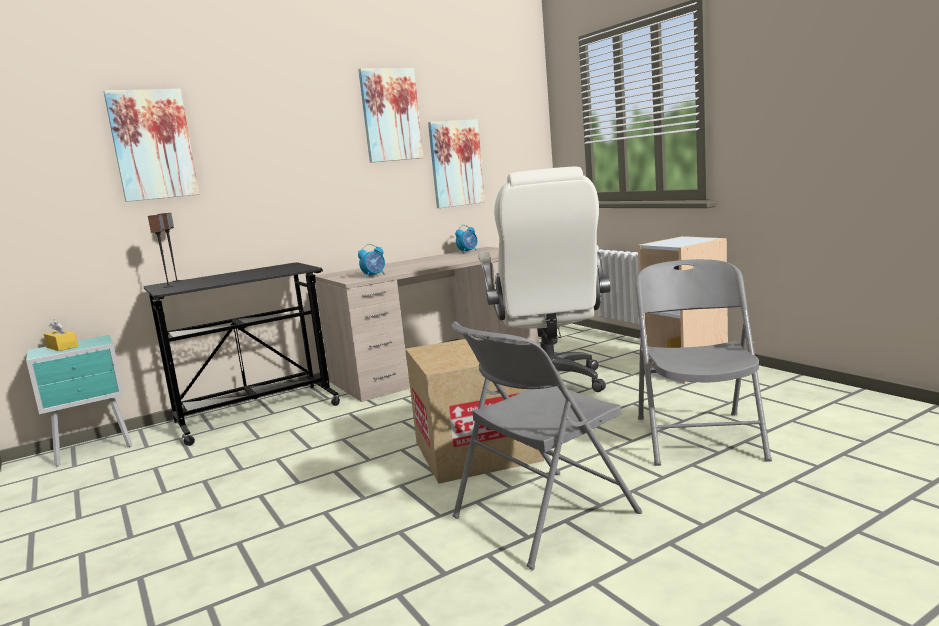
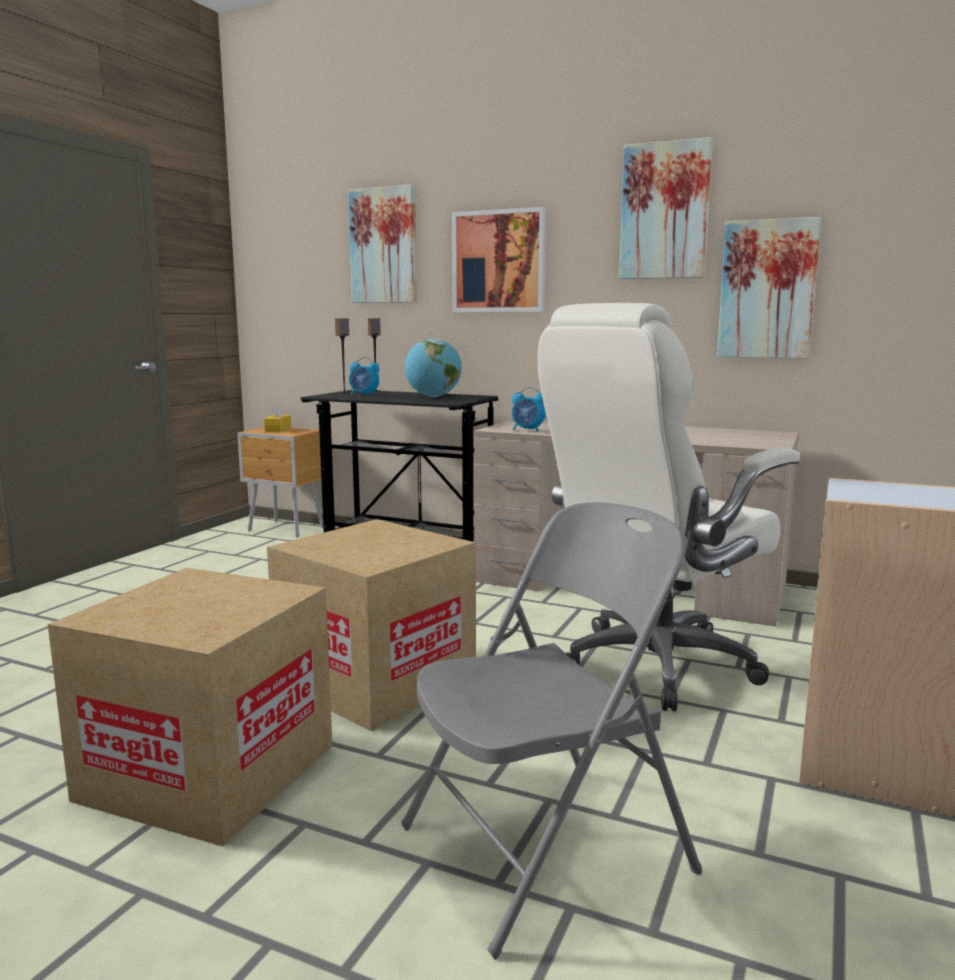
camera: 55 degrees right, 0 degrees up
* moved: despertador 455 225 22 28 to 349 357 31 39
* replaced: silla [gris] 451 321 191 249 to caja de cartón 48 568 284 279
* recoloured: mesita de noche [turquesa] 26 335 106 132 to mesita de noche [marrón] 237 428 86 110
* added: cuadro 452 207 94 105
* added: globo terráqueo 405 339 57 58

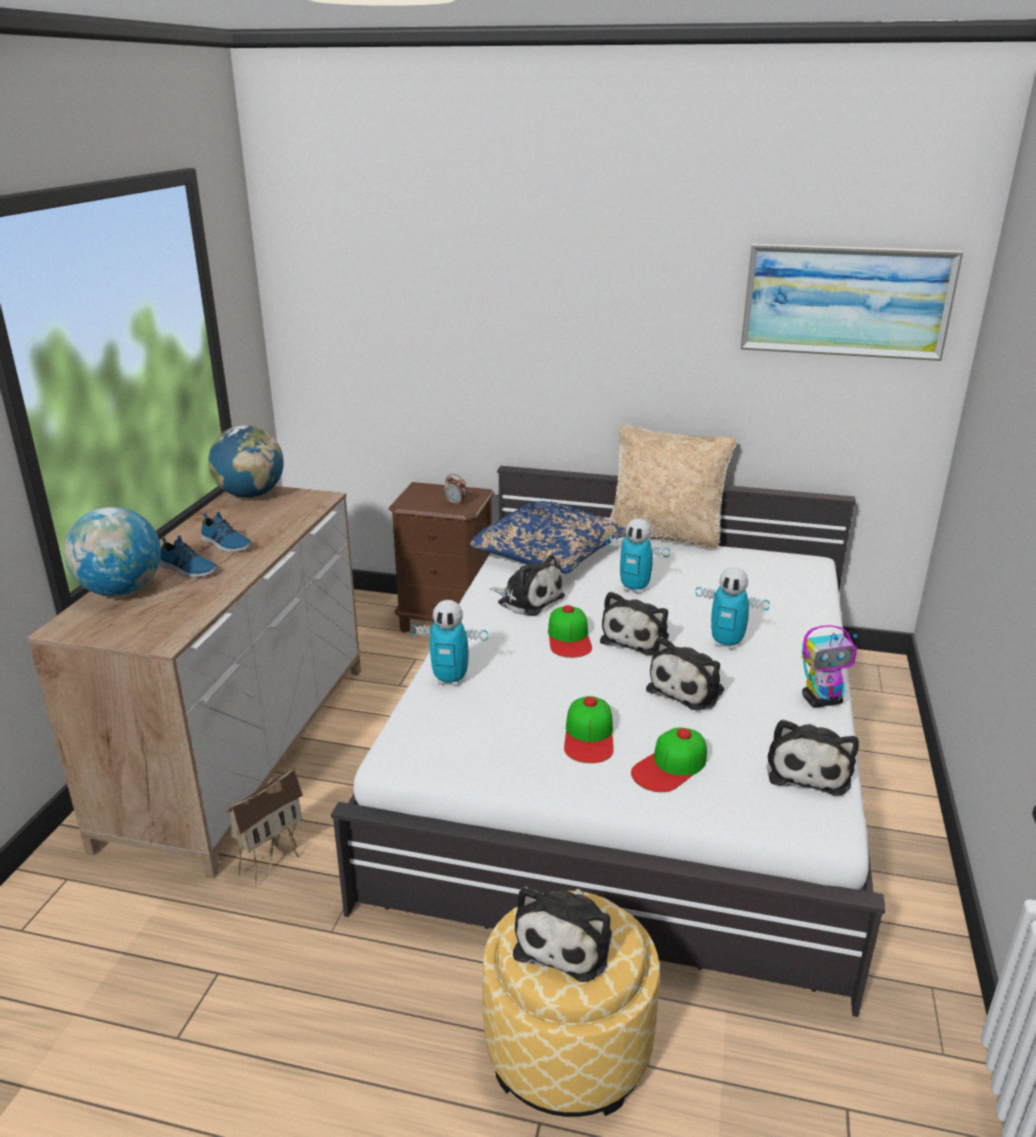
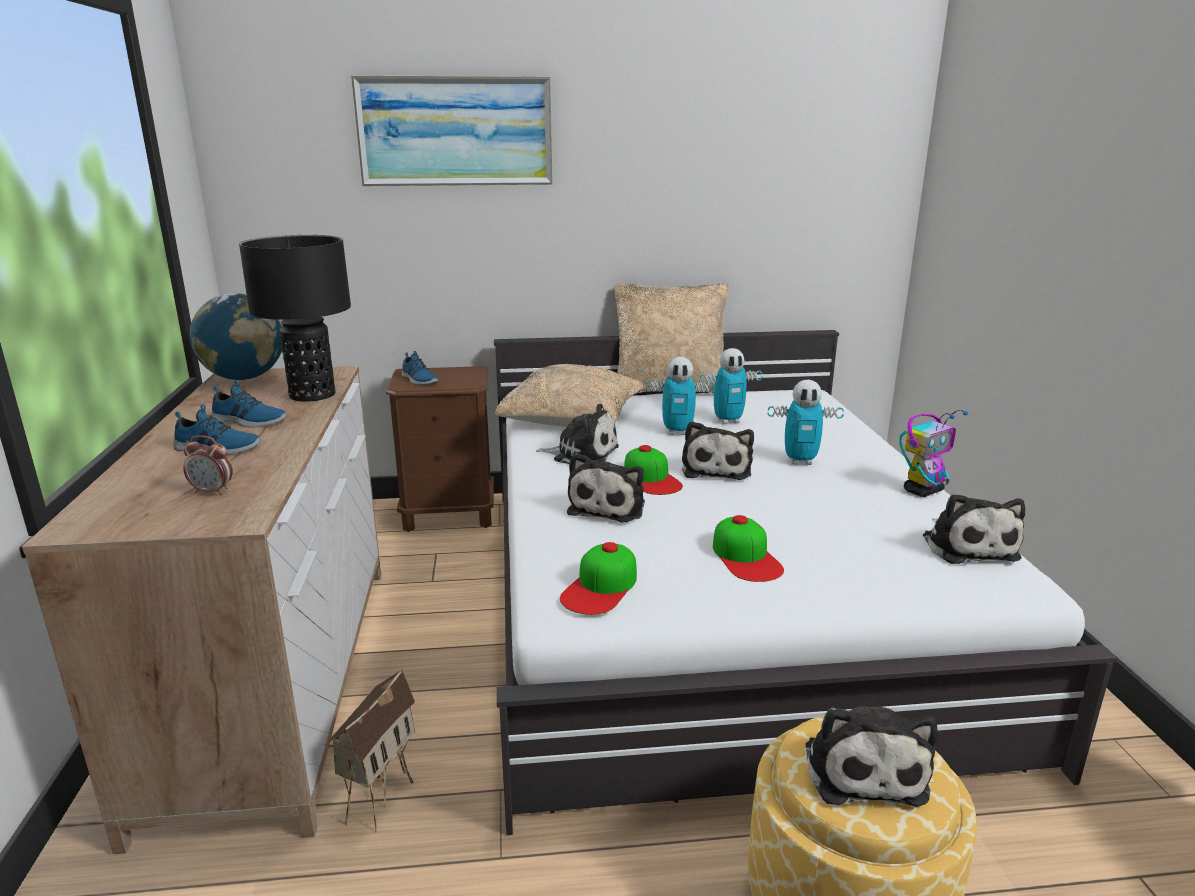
camera: 20 degrees left, 5 degrees down
* moved: cuadro 740 244 223 117 to 351 76 202 110
* moved: despertador 444 474 23 32 to 183 435 50 60
* recoloured: cojín [azul] 470 501 156 73 to cojín [beis] 494 364 149 63
* removed: globo terráqueo 64 507 97 89
* moved: robot de juguete 410 600 78 86 to 699 348 63 76
* moved: peluche 646 637 78 74 to 567 453 78 69
* moved: gorra 631 728 76 64 to 560 542 77 73
* added: lámpara de mesa [negro] 239 235 112 167
* added: zapato 401 351 38 34

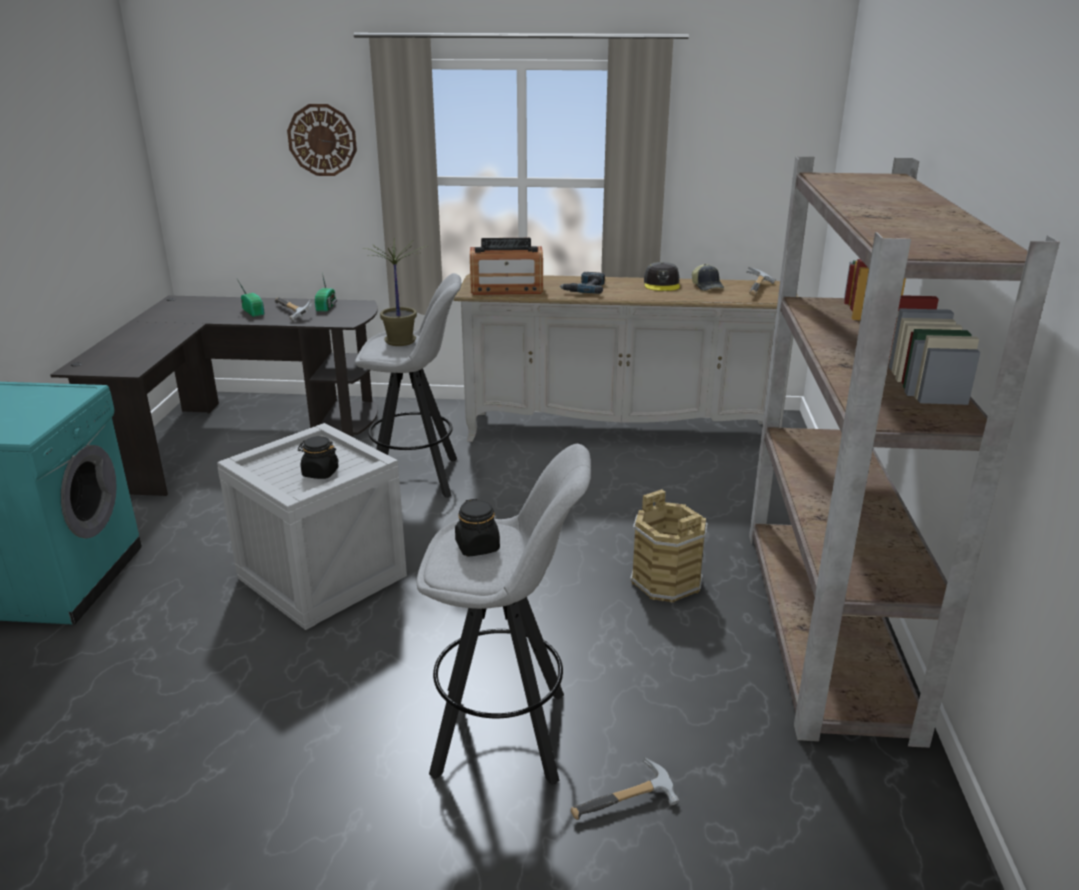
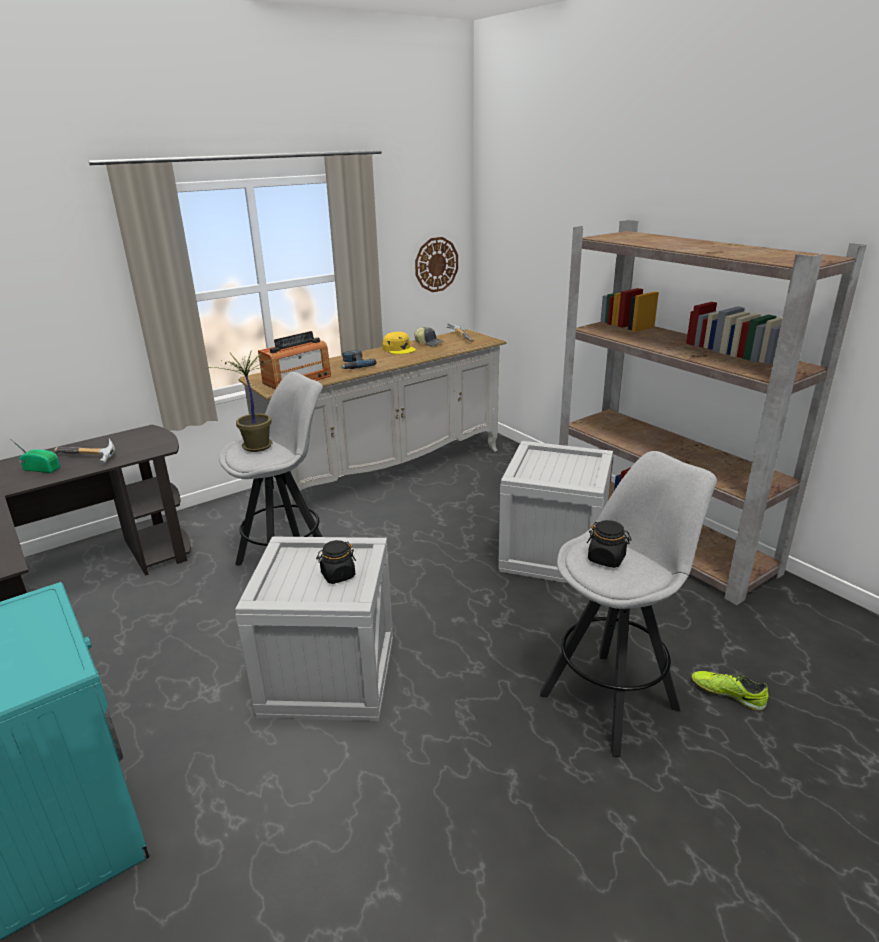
camera: 40 degrees left, 0 degrees up
* moved: reloj de pared 287 104 70 72 to 415 237 43 55
* recoloured: gorra [gris] 644 262 36 29 to gorra [amarillo] 383 332 33 22
* removed: radio 315 273 22 39
* replaced: cubo [marrón] 630 489 78 114 to caja de embalaje 498 441 115 142
* replaced: martillo 571 757 108 63 to zapato 691 671 77 40

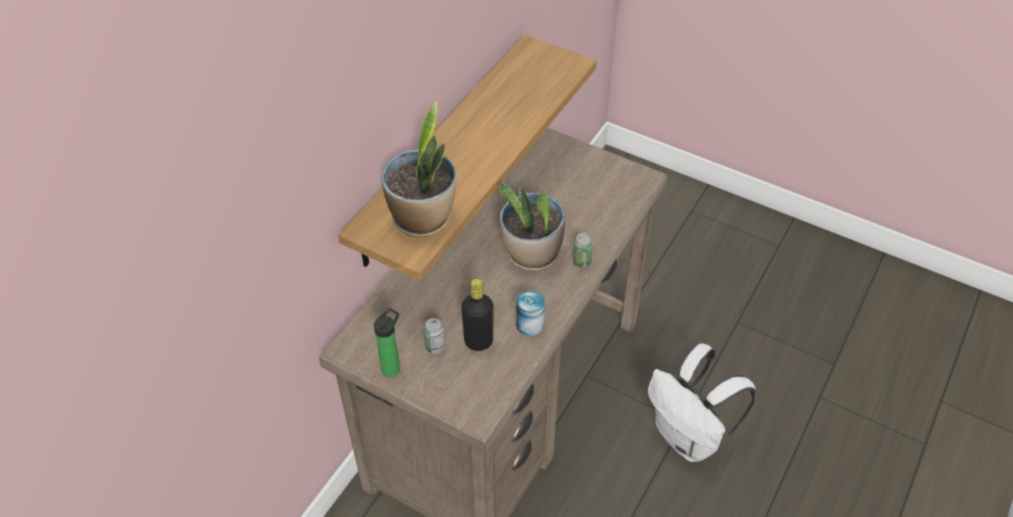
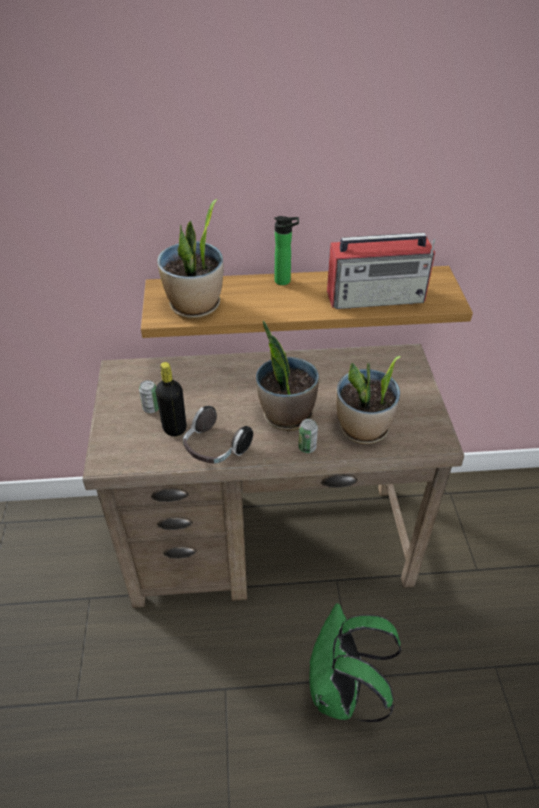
camera: 55 degrees right, 5 degrees down
* replaced: lata 516 290 29 46 to auriculares 183 406 70 58
* moved: botella 374 308 26 69 to 274 216 25 69
* recoloured: mochila [blanco] 648 343 108 119 to mochila [verde] 309 603 92 119
* added: radio 327 233 108 76
* added: planta en maceta 336 356 65 88

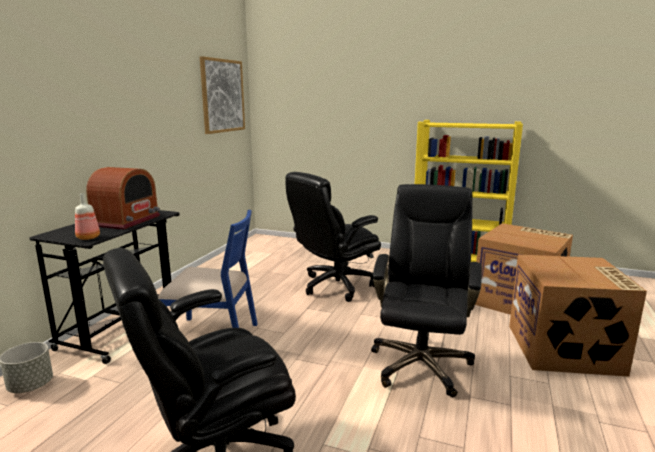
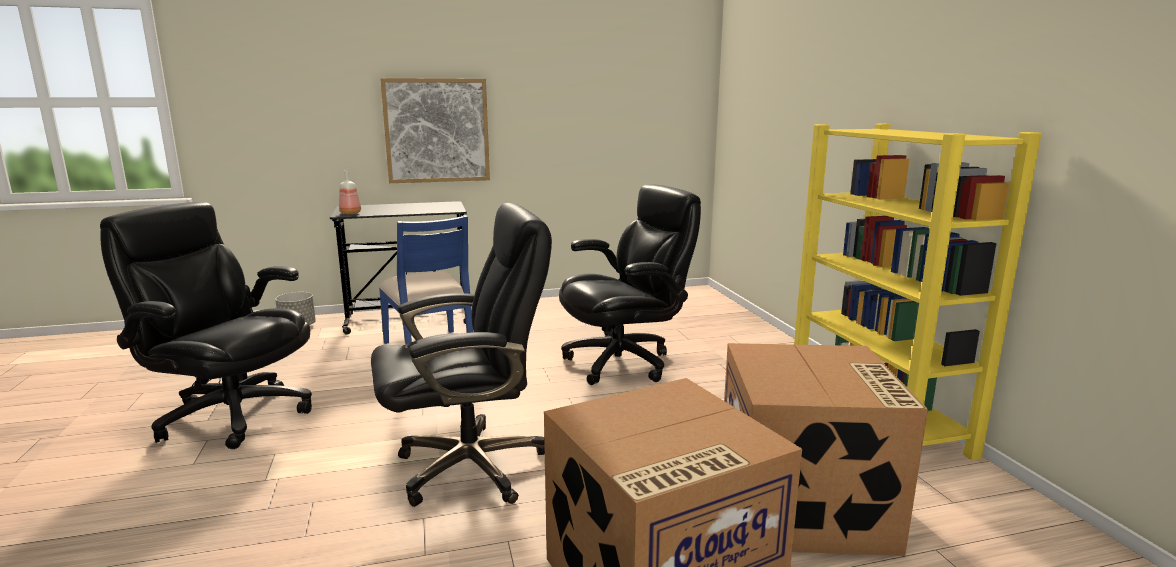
camera: 55 degrees right, 0 degrees up
* moved: cuadro 200 56 45 78 to 380 78 110 105
* removed: radio 86 167 74 62
* turned: silla de oficina [negro] 286 172 95 130 = 559 184 142 201 135 degrees clockwise

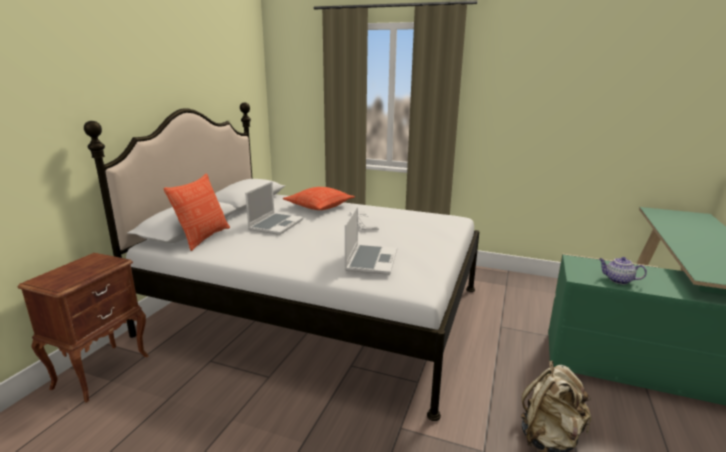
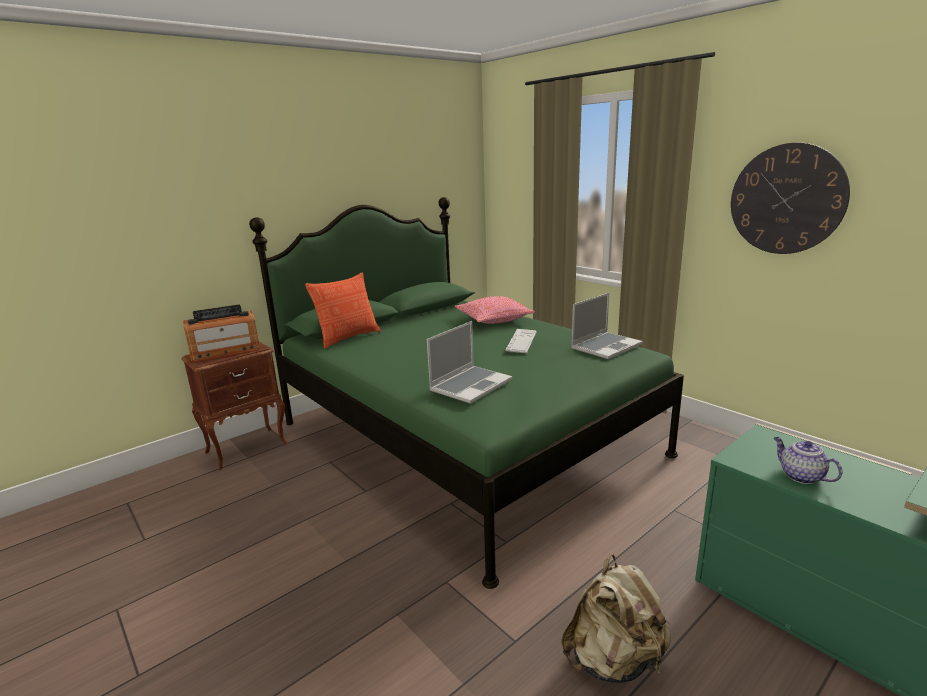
camera: 30 degrees right, 0 degrees up
* recoloured: cama [blanco] 84 102 395 319 to cama [verde] 249 197 435 392
* moved: portátil 245 181 58 54 to 571 293 72 66
* recoloured: cojín [naranja] 283 187 72 23 to cojín [rosa] 455 296 80 28
* added: reloj de pared 731 143 119 111
* added: radio 183 305 77 57

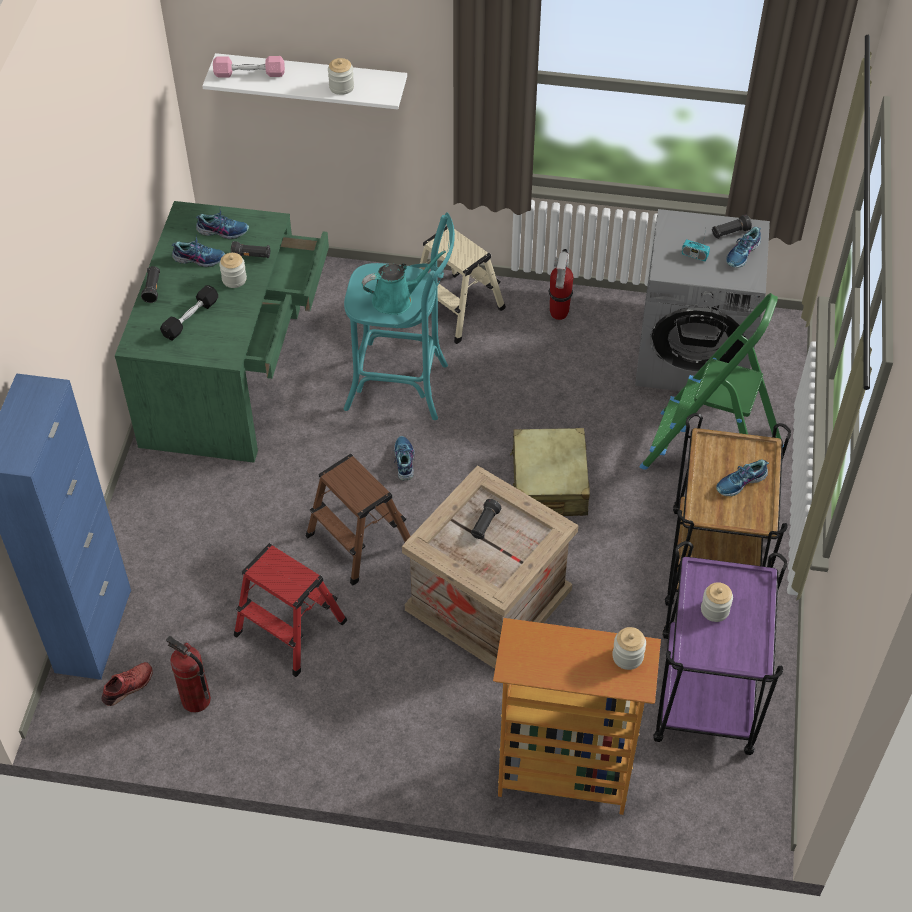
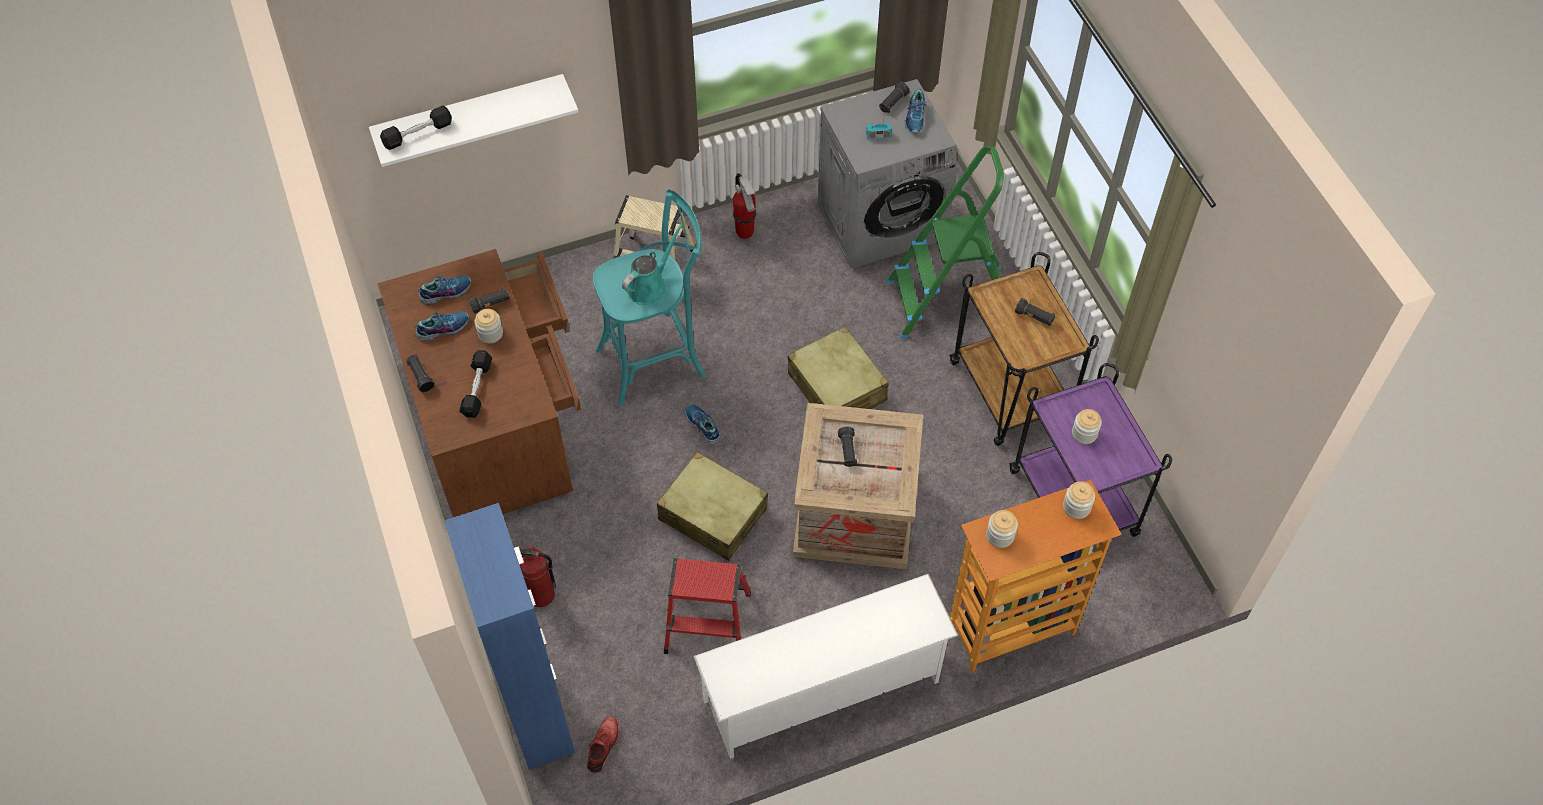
camera: 30 degrees left, 5 degrees up
* recoloured: mancuerna [rosa] 213 56 72 22 to mancuerna [negro] 380 105 72 45
* moved: tarro 328 58 26 37 to 986 510 32 38
* recoloured: escritorio [verde] 115 201 214 262 to escritorio [marrón] 378 249 203 268
* replaced: escalera de tijera [marrón] 306 454 105 131 to maleta [beis] 657 452 111 109
* replaced: zapato 716 460 53 36 to linterna [negro] 1015 298 40 28
* moved: extintor 166 636 45 77 to 519 546 37 61
* added: zapatero [blanco] 693 574 265 185

